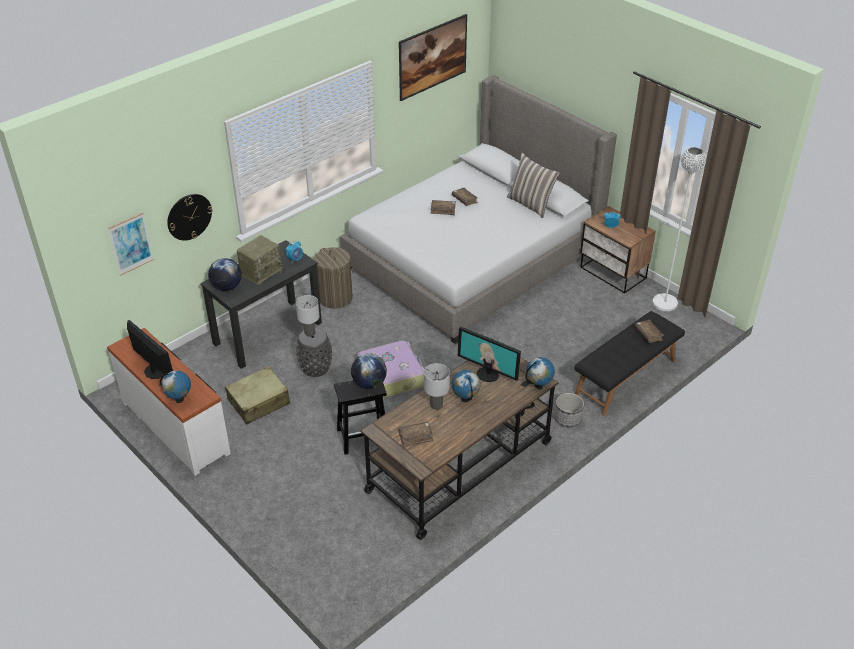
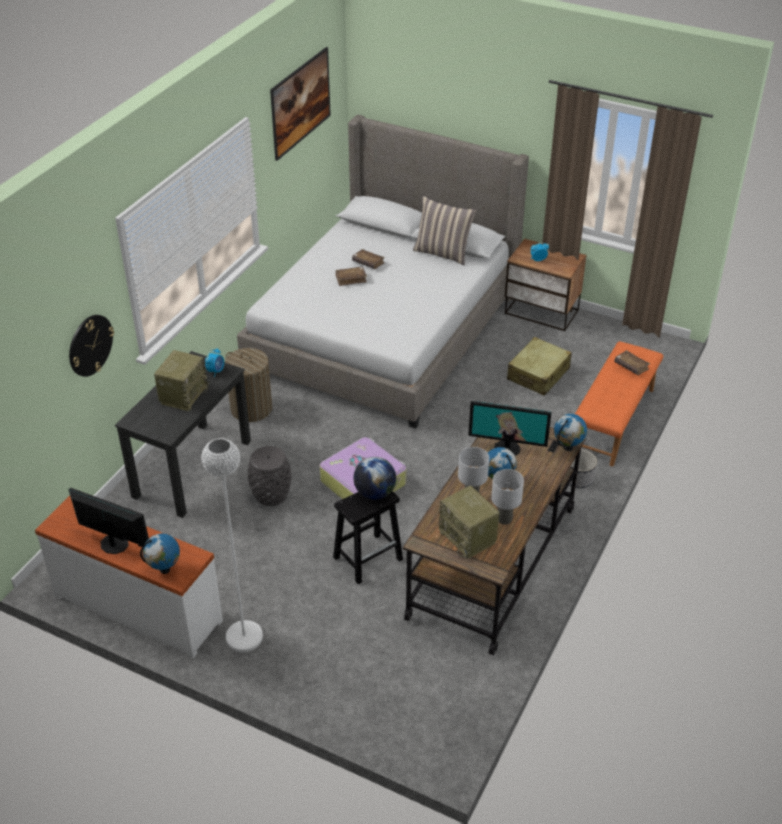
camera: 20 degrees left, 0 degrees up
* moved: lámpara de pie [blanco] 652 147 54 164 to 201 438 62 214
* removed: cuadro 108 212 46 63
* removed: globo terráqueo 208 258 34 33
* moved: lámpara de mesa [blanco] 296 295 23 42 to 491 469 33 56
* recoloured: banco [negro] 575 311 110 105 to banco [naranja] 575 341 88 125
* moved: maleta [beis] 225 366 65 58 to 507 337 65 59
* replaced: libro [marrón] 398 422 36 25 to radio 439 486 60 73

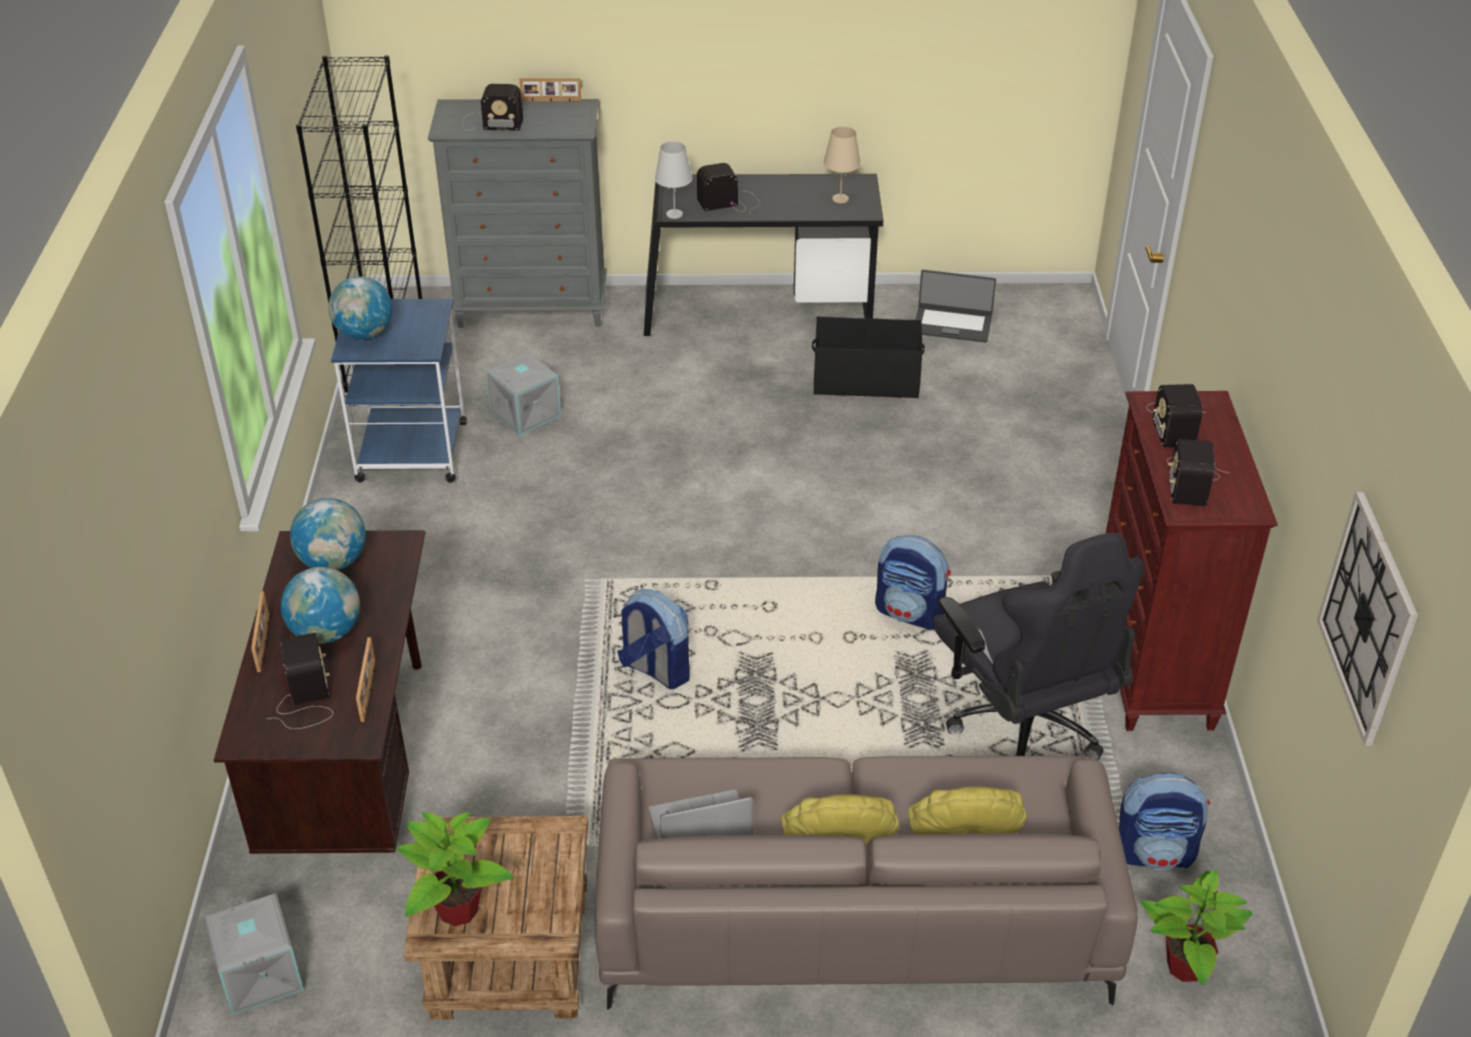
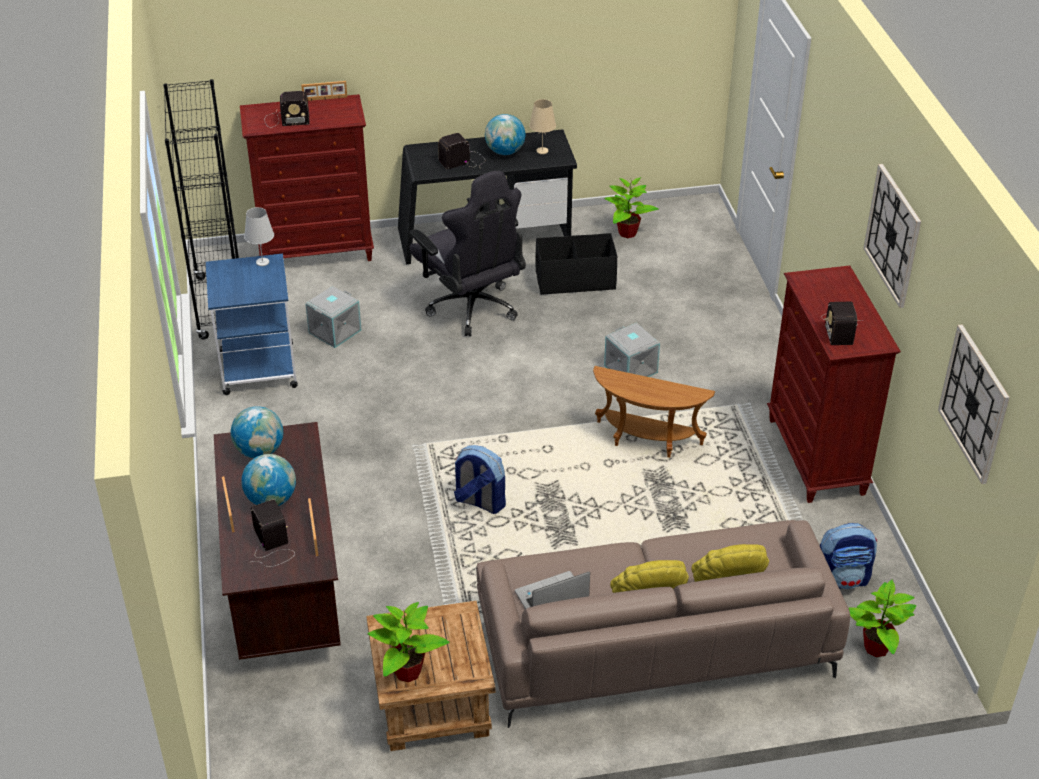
camera: 10 degrees left, 0 degrees up
* recoloured: cómoda [gris] 428 99 179 229 to cómoda [rojo] 240 94 134 167
* moved: lámpara de mesa [blanco] 655 141 38 78 to 244 207 30 59
* replaced: portátil 915 270 81 72 to planta en maceta 604 177 54 61
* moved: globo terráqueo 328 276 65 63 to 485 114 41 41
* removed: radio 1146 384 61 64
* moved: silla de oficina [negro] 932 533 213 227 to 409 171 117 165
* replaced: mochila 875 535 76 95 to mesa auxiliar [marrón] 593 366 122 92
* moved: caja de almacenaje [gris] 204 893 100 122 to 604 323 56 54
* added: reloj de pared 863 164 58 144

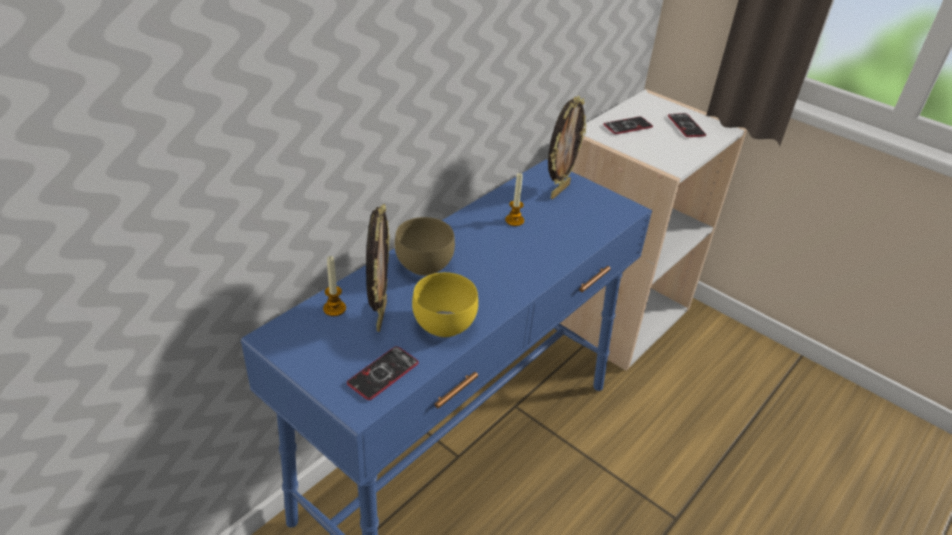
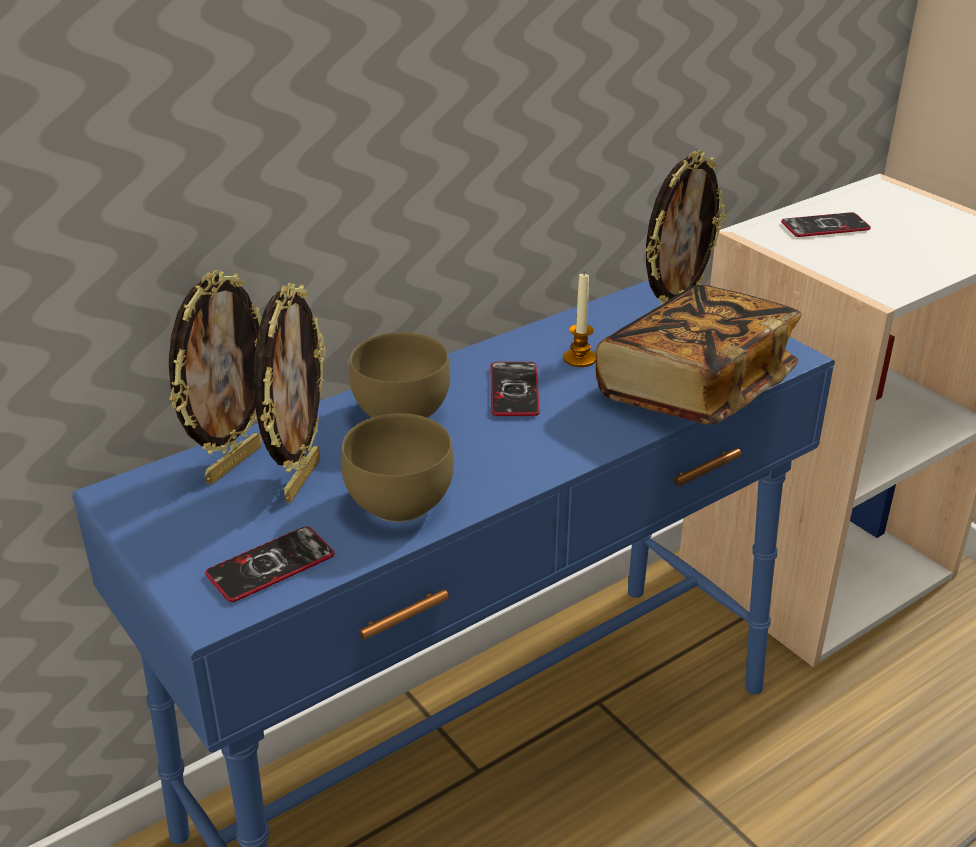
camera: 15 degrees right, 5 degrees down
* moved: móvil 668 113 38 24 to 491 362 49 54
* replaced: vela 323 256 23 60 to portarretratos 169 270 93 214
* recoloured: cuenco [amarillo] 412 272 66 66 to cuenco [marrón] 341 413 113 109
* added: libro 596 284 205 141

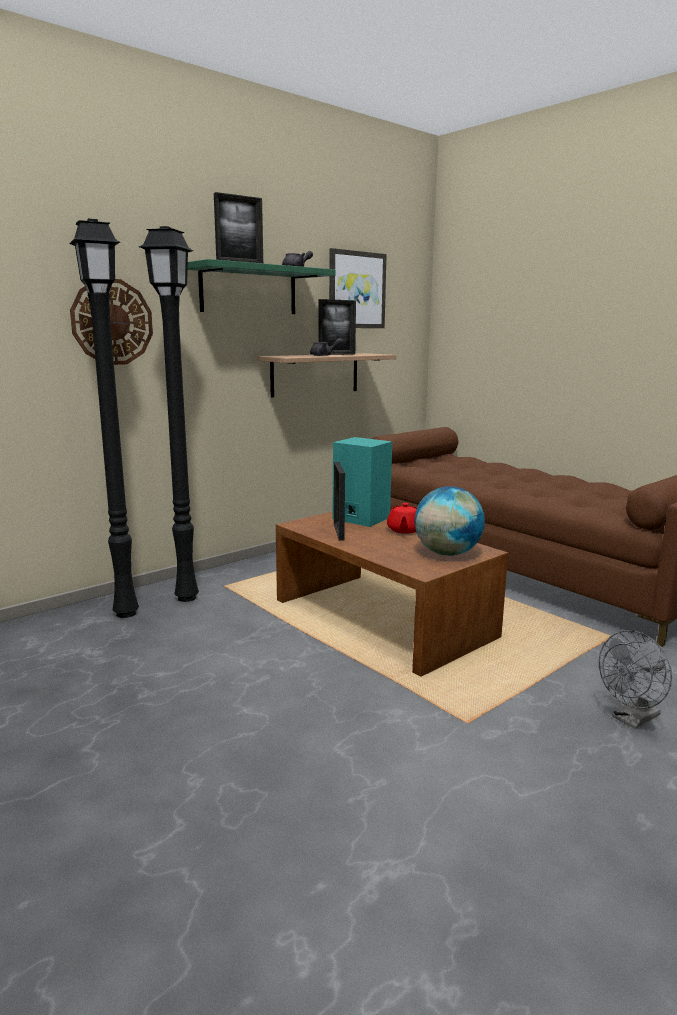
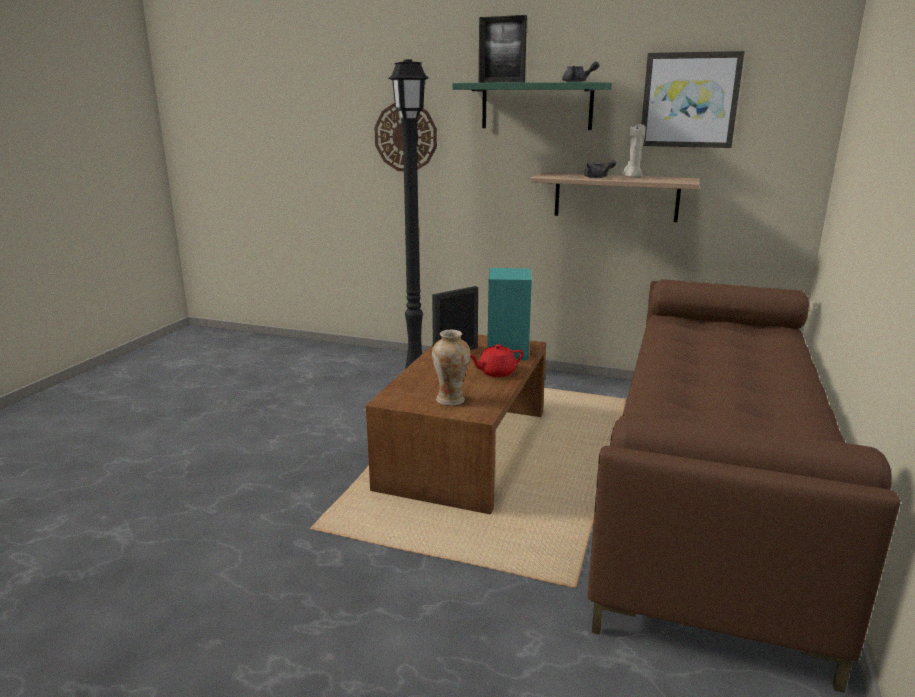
camera: 60 degrees right, 5 degrees up
* removed: lámpara de pie [negro] 69 219 70 399
* replaced: portarretratos 319 299 37 56 to vela [beis] 622 124 23 54
* replaced: globo terráqueo 415 486 70 70 to florero 432 330 38 76
* removed: ventilador [gris] 599 630 73 99

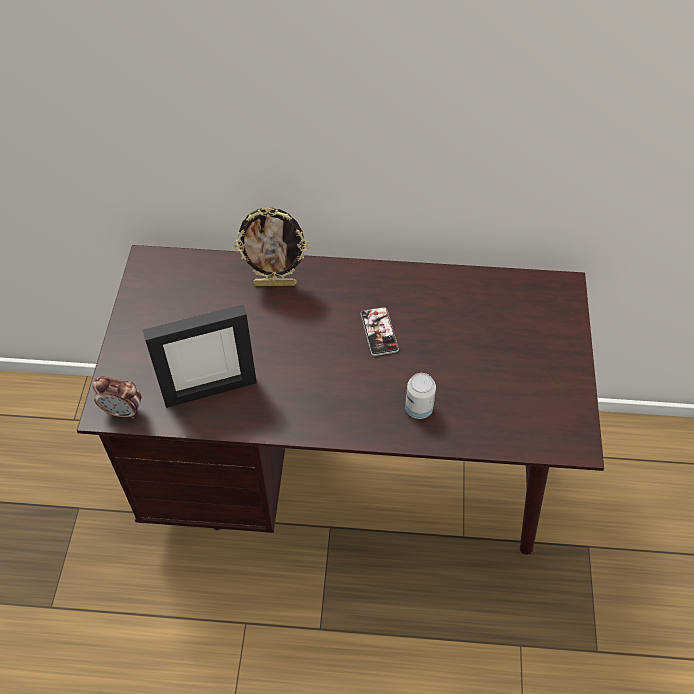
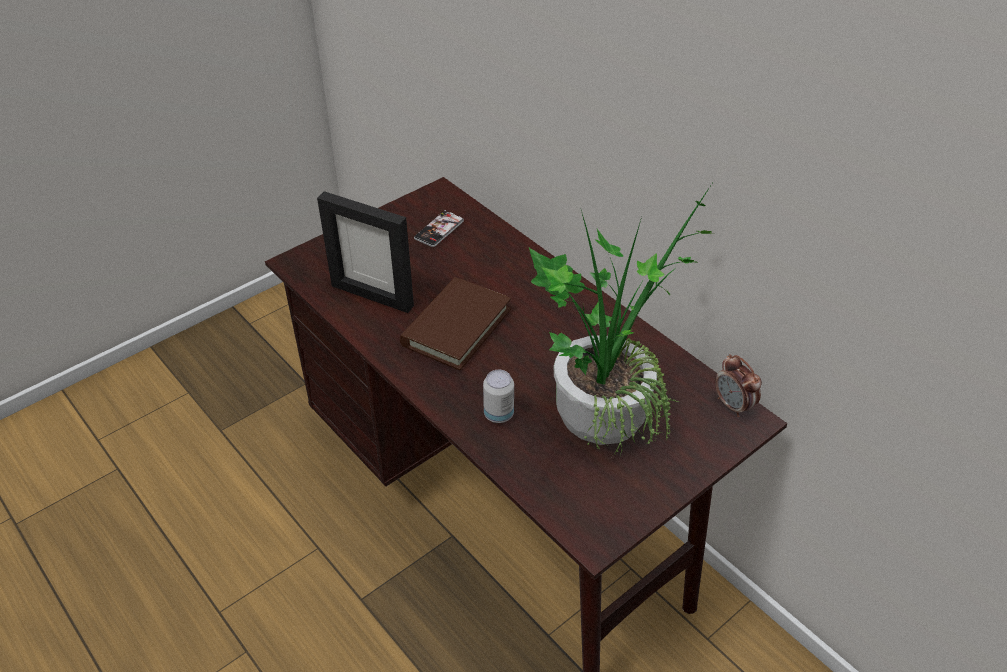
camera: 45 degrees right, 10 degrees down
* removed: portarretratos 233 207 77 79
* moved: móvil 361 307 38 49 to 414 210 50 37
* moved: despertador 93 376 49 43 to 715 354 47 63
* added: planta en maceta 529 184 184 271
* added: libro [marrón] 400 277 111 93

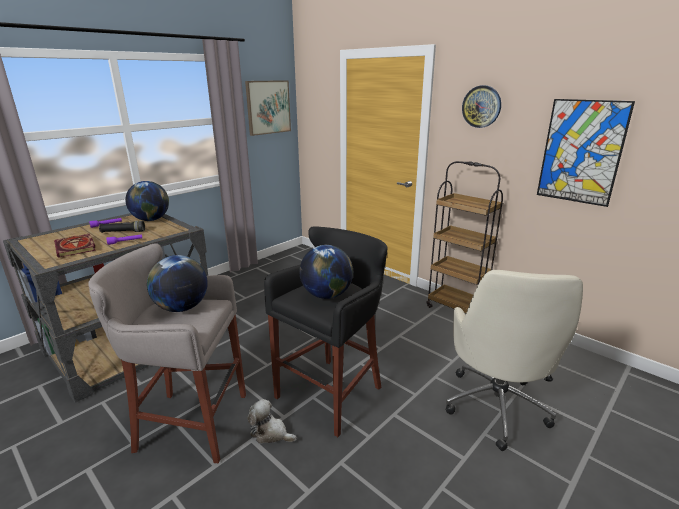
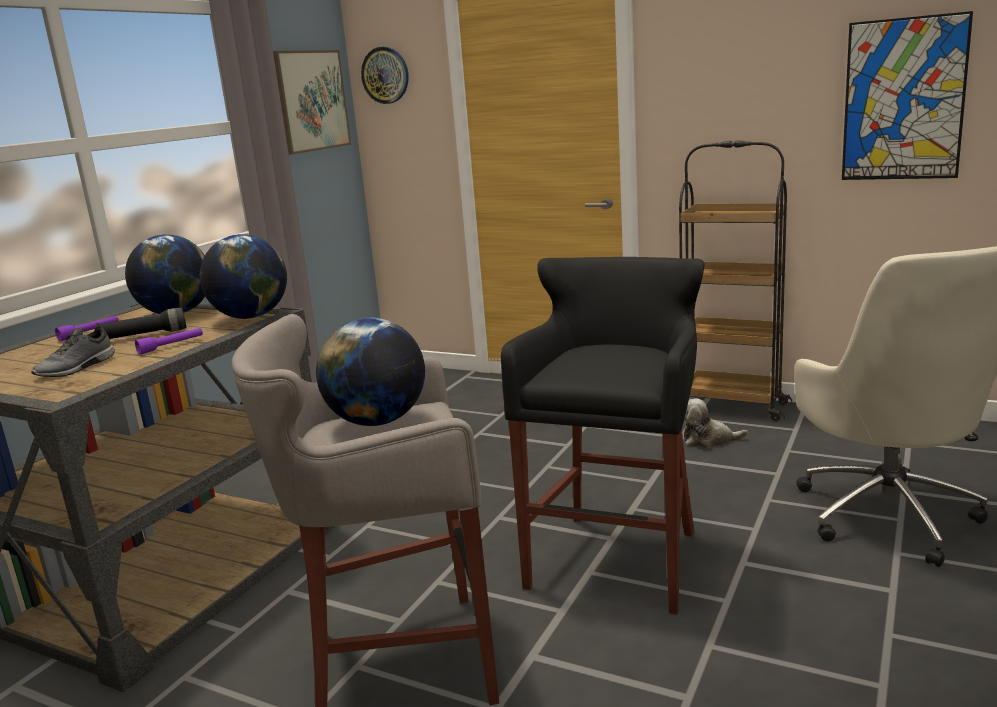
camera: 15 degrees left, 5 degrees down
* moved: reloj de pared 462 85 39 43 to 361 47 48 57
* replaced: libro 54 234 42 24 to zapato [gris] 31 326 84 51
* moved: globo terráqueo 299 245 54 54 to 200 234 87 85
* moved: peluche 247 399 50 45 to 684 398 64 50

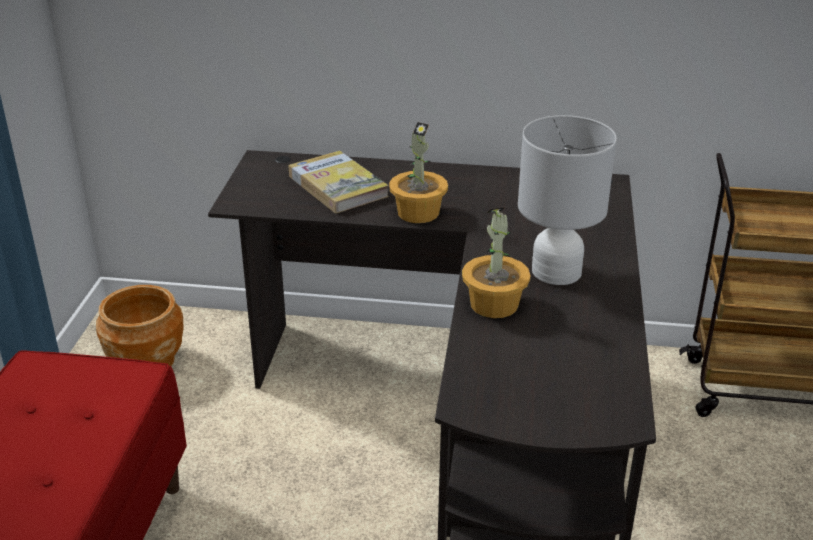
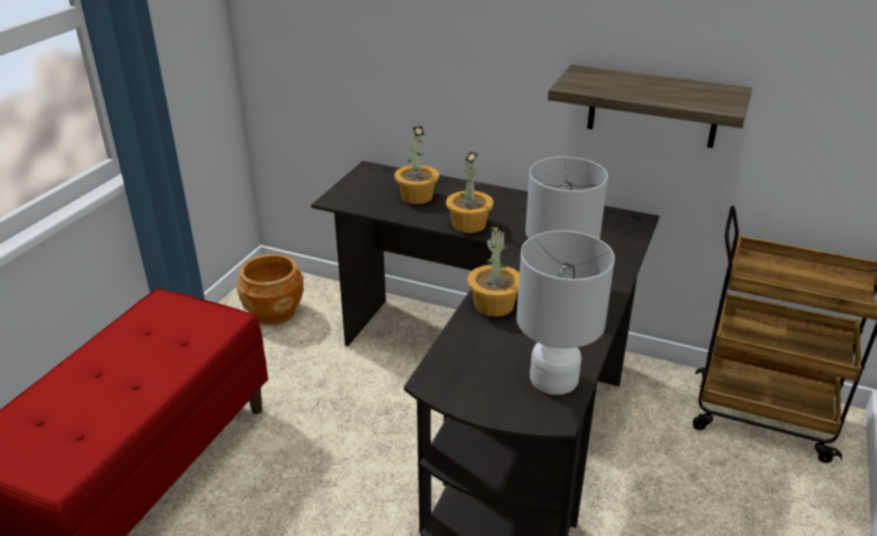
camera: 15 degrees right, 0 degrees up
* replaced: libro 288 151 101 62 to planta en maceta 394 126 45 78
* added: estante 548 65 204 83
* added: lámpara de mesa [gris] 517 230 98 165

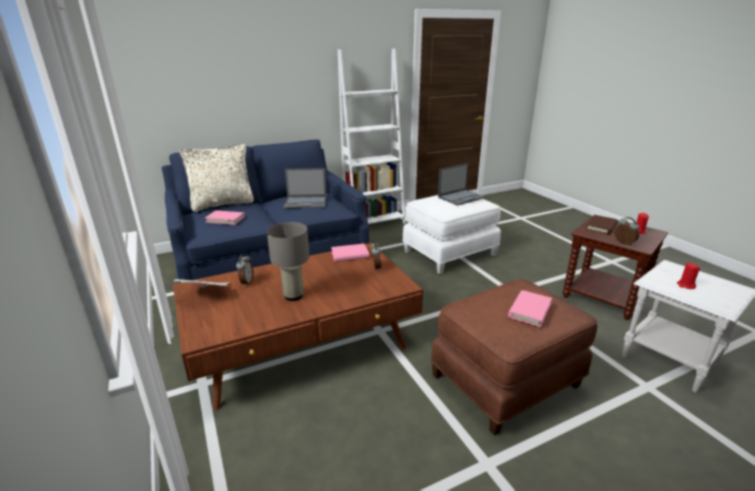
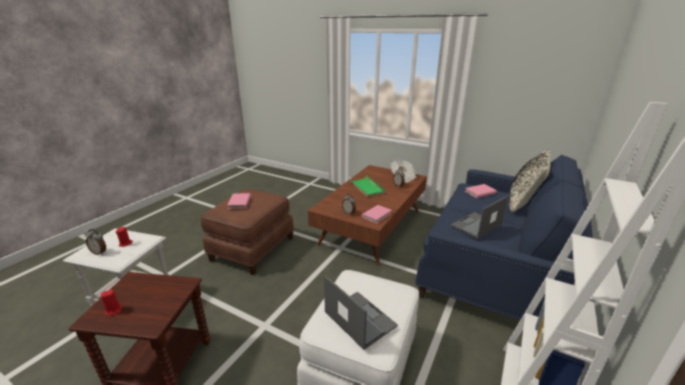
camera: 145 degrees right, 0 degrees up
* turned: portátil 438 163 47 43 = 324 275 74 75 120 degrees clockwise
* removed: libro [marrón] 585 215 33 20
* moved: despertador 615 217 24 29 to 85 229 21 26
* replaced: lámpara de mesa [gris] 267 222 42 79 to bandeja [verde] 348 176 38 21

